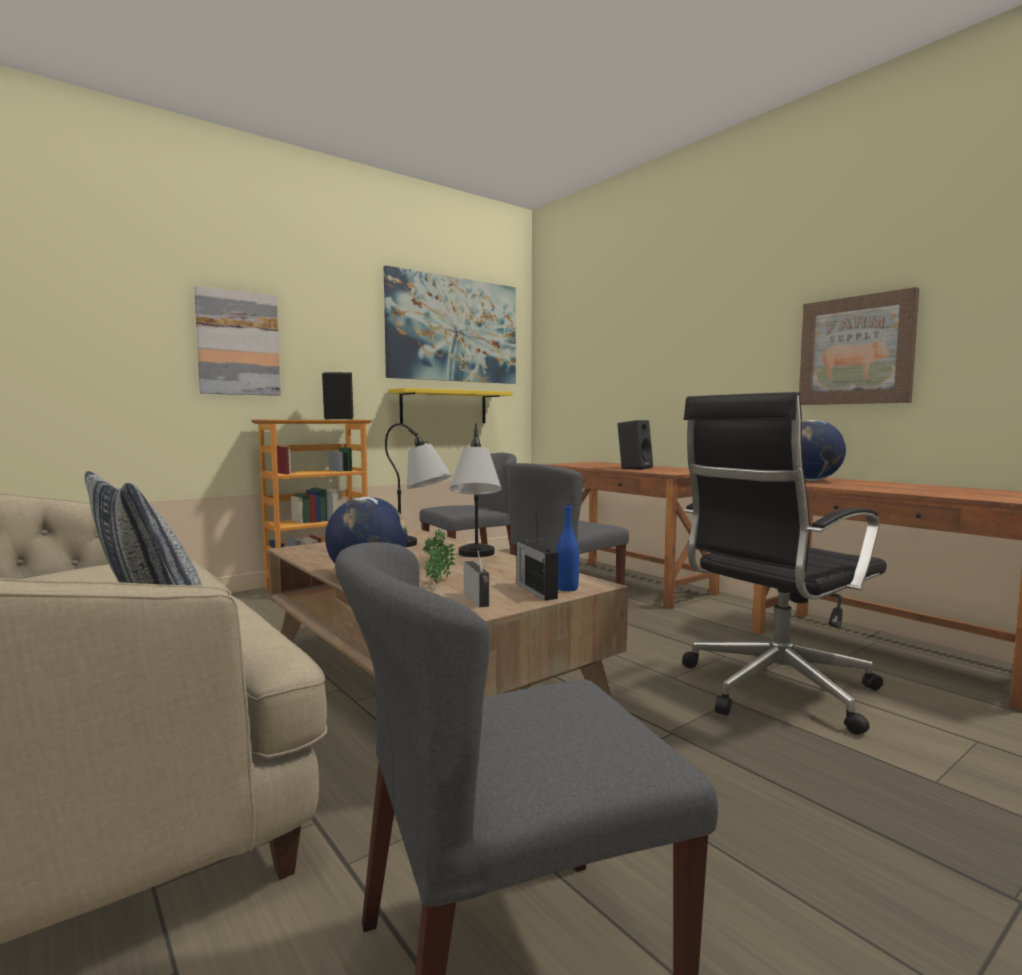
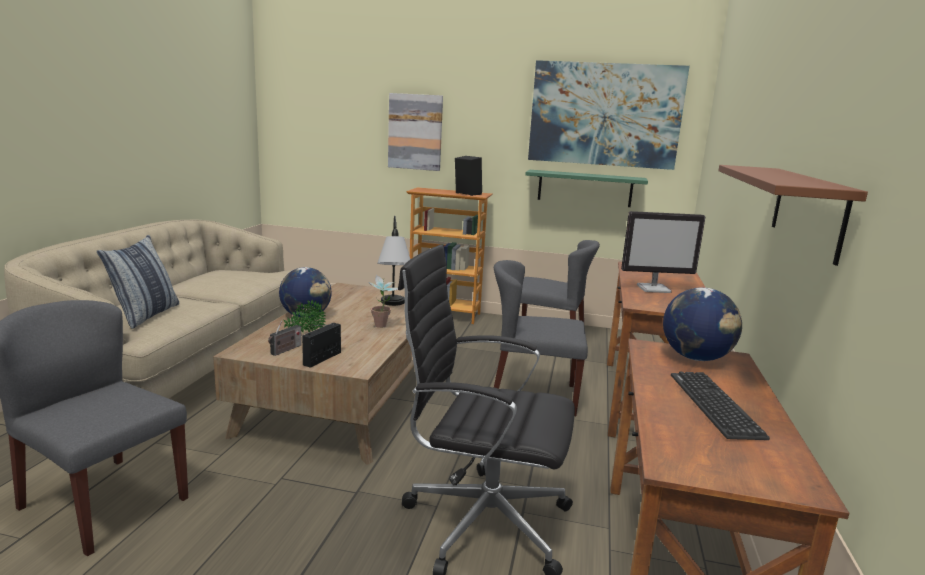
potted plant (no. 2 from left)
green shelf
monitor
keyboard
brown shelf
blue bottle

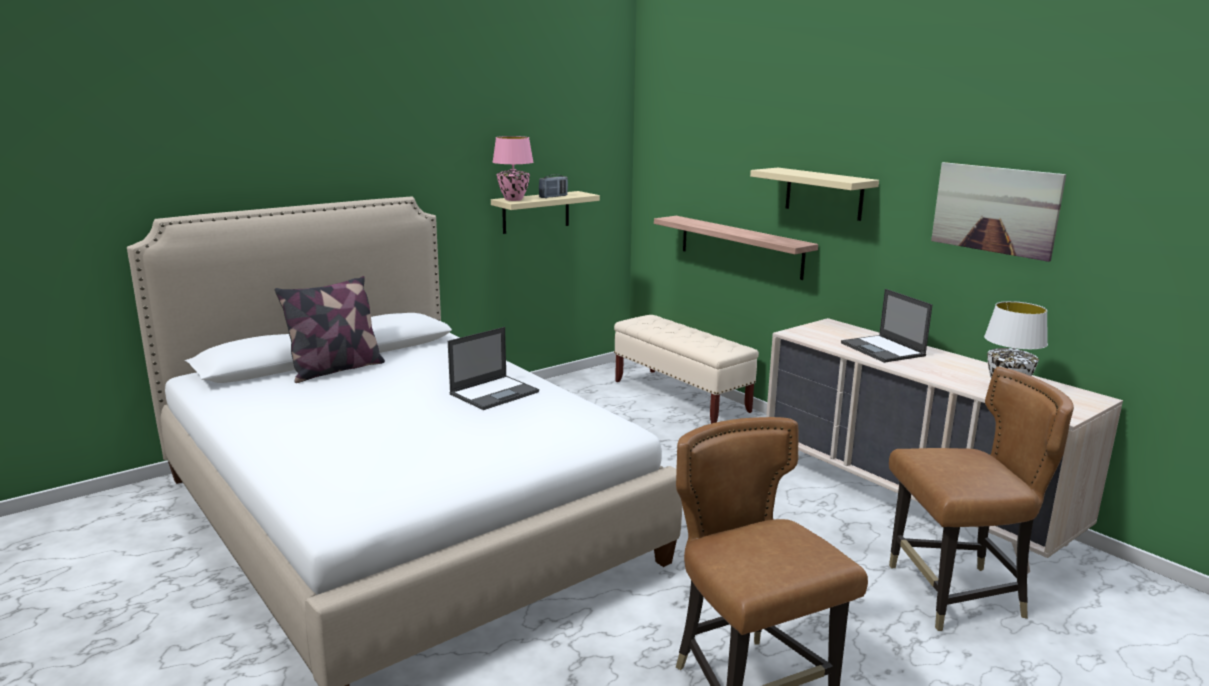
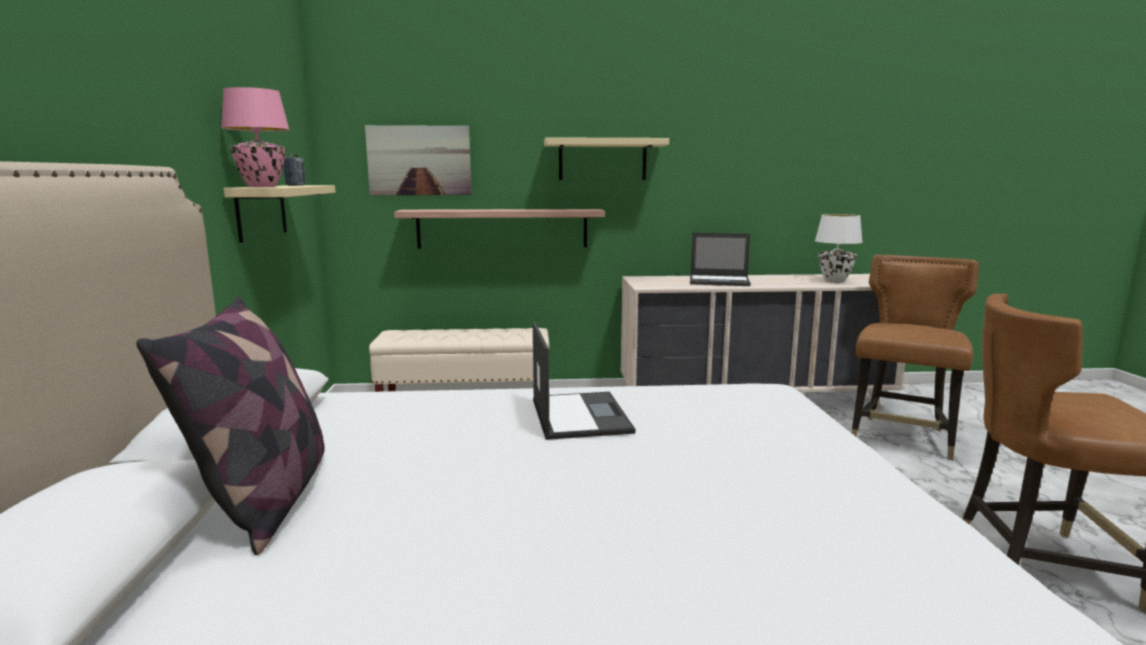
picture

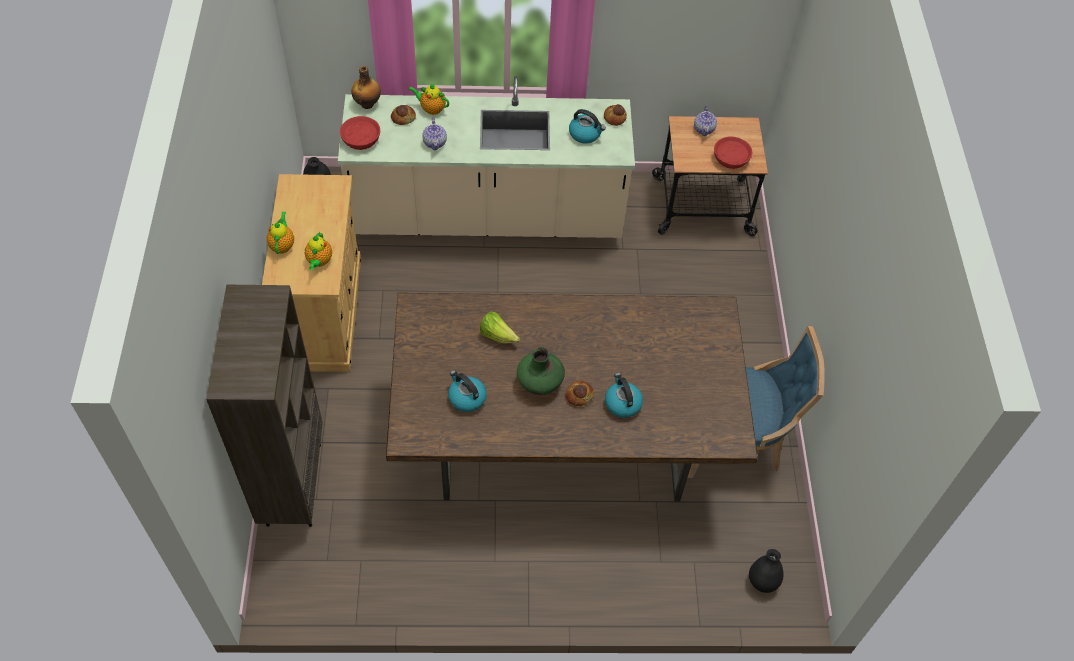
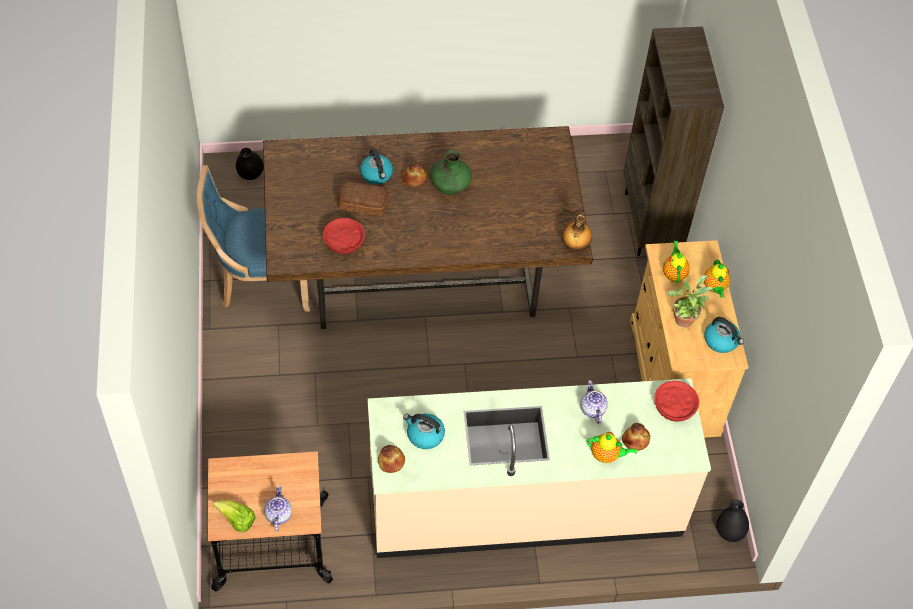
lettuce
red bowl (no. 1 from left)
bread (no. 1 from left)
bottle
potted plant
kettle (no. 3 from left)

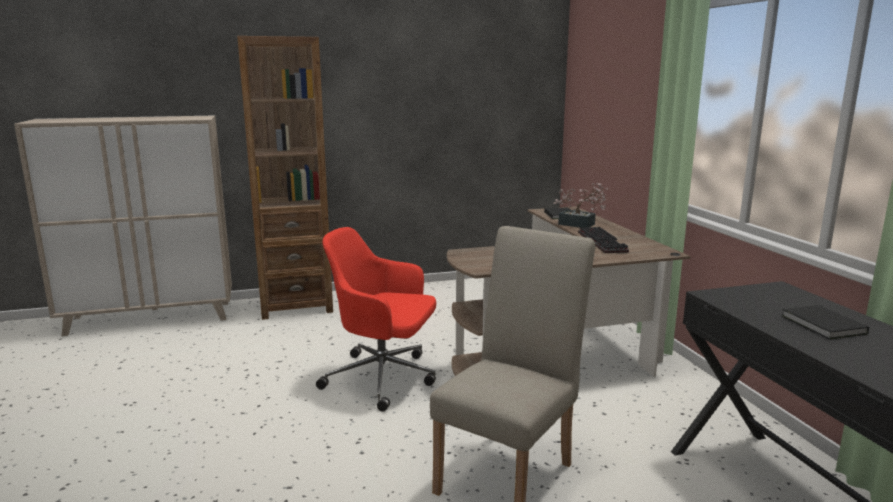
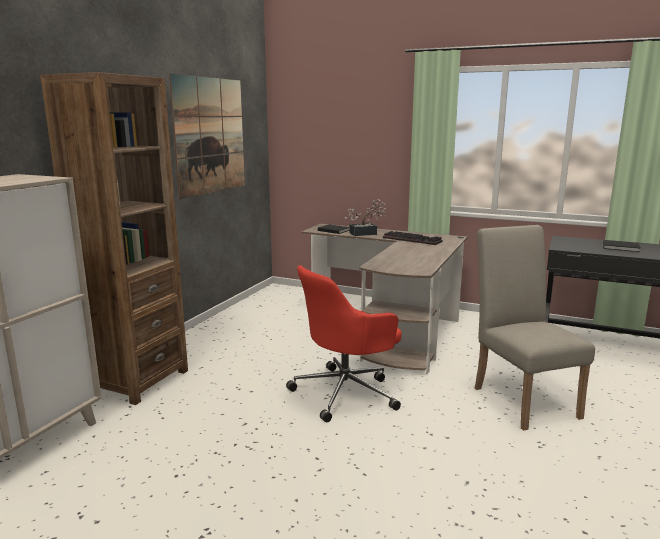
picture

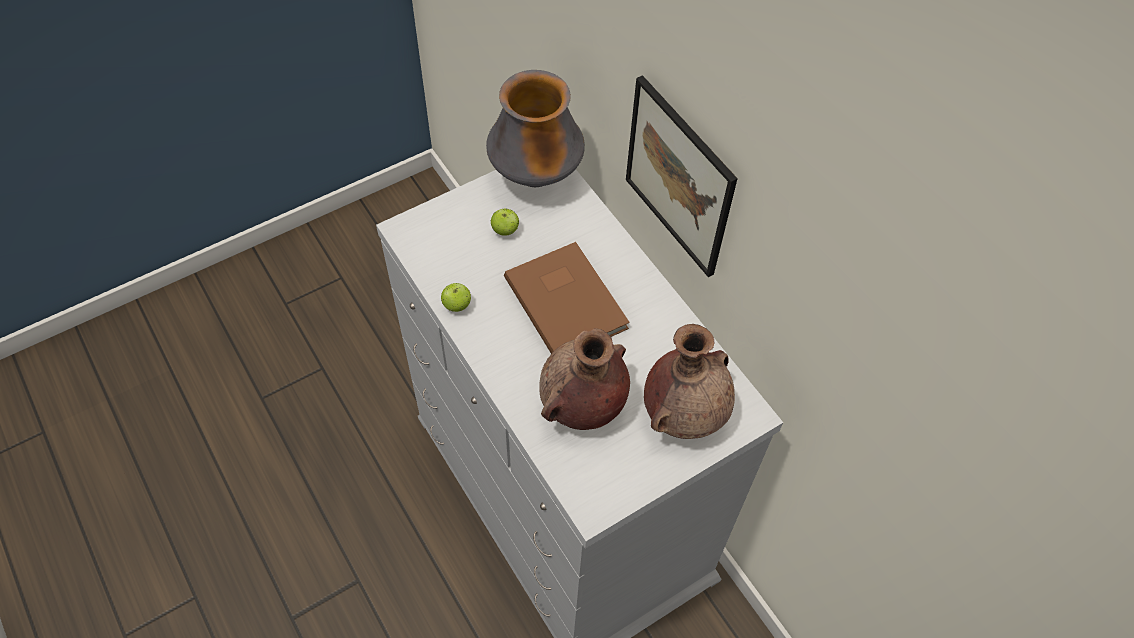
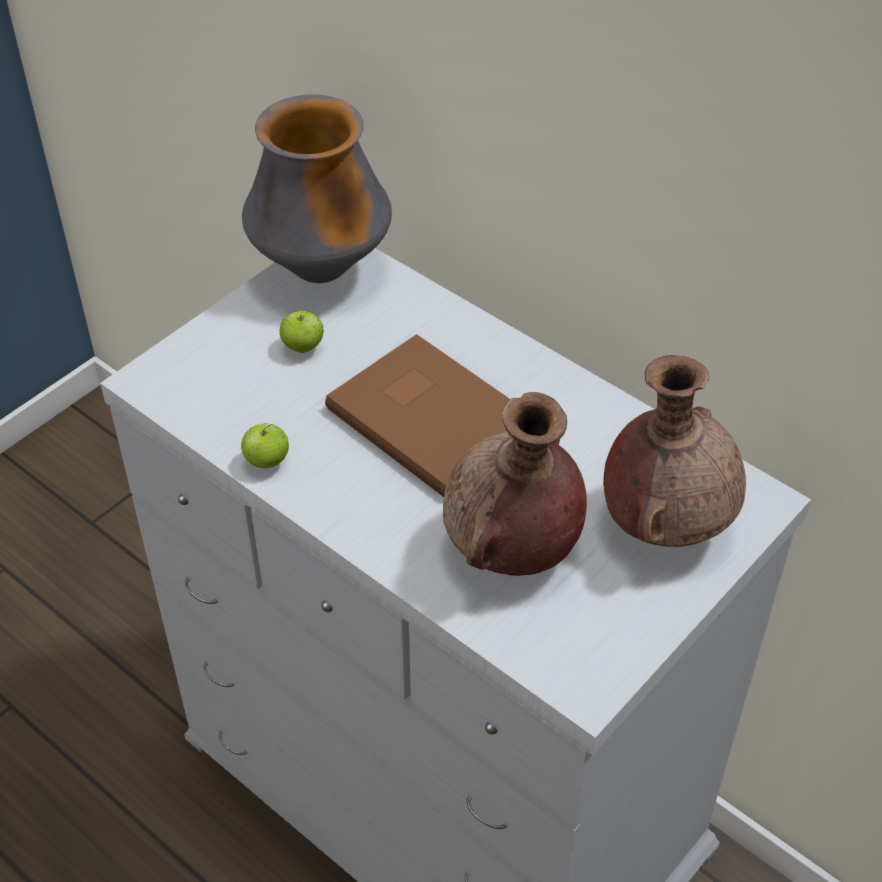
picture

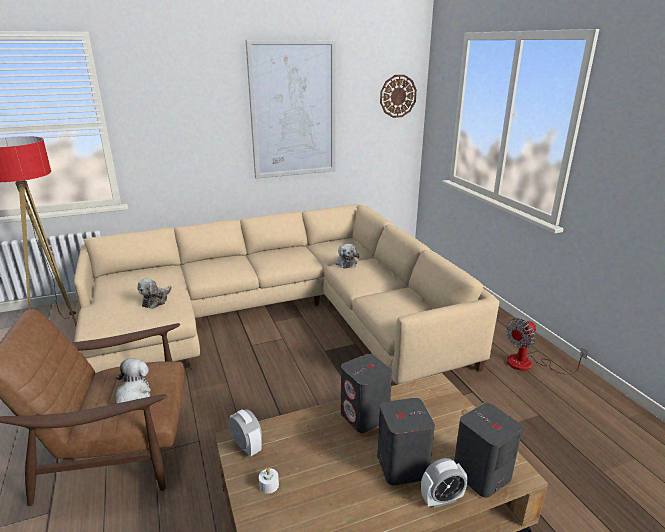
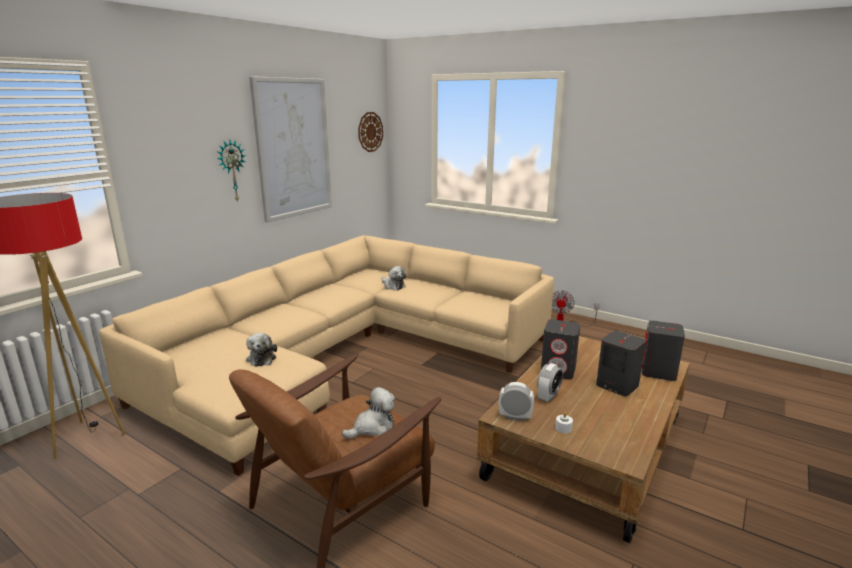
wall clock (no. 1 from left)
plush toy (no. 2 from left)
alarm clock (no. 2 from left)

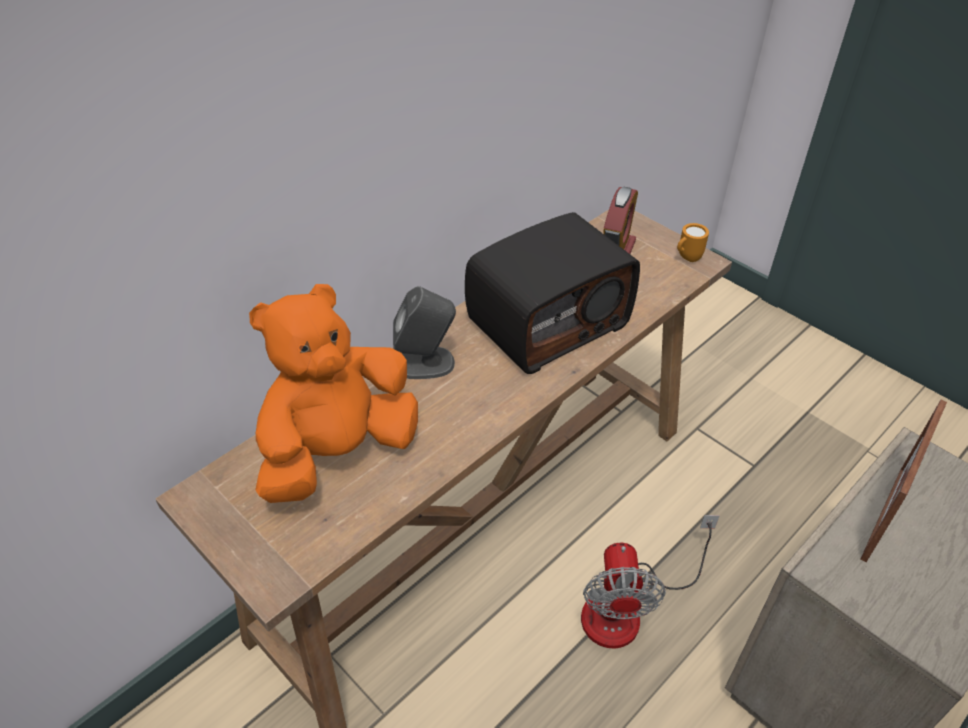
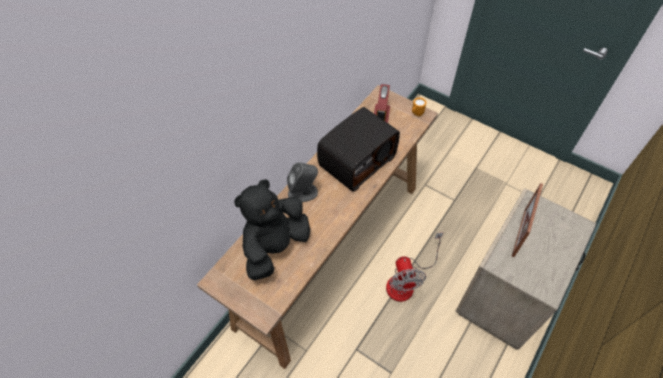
black plush toy

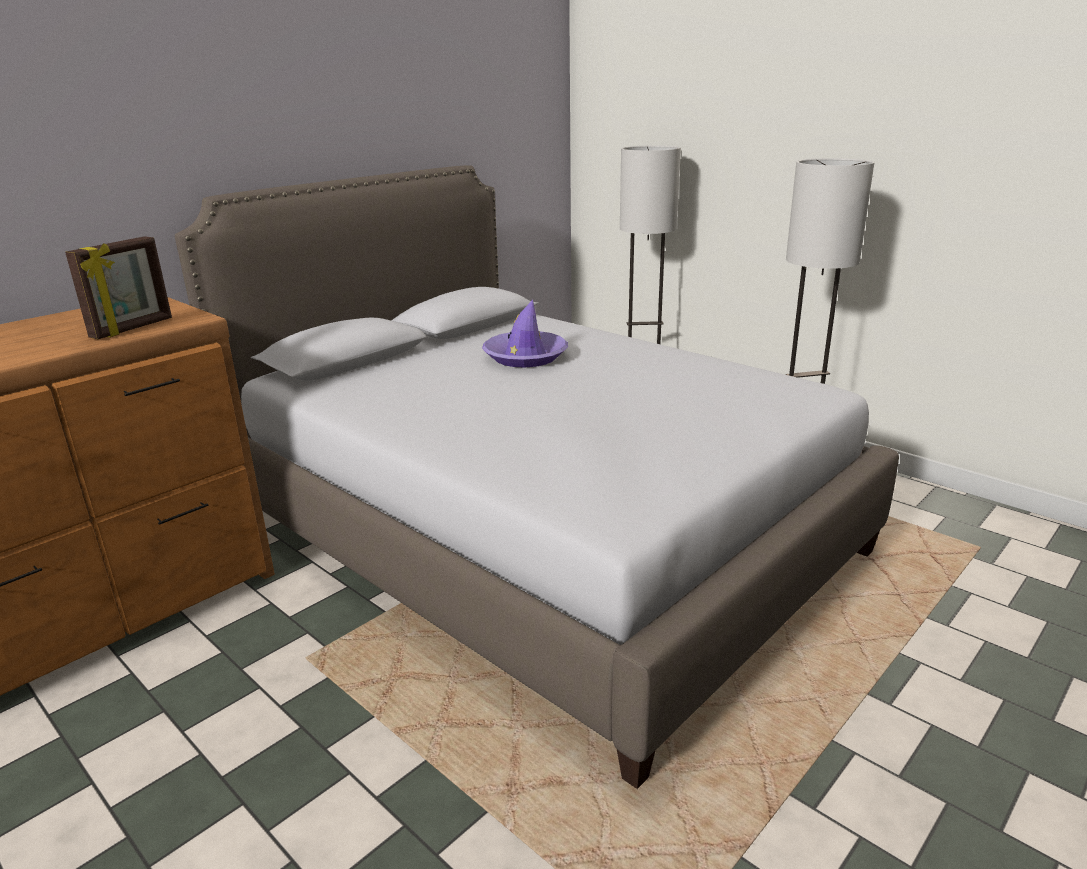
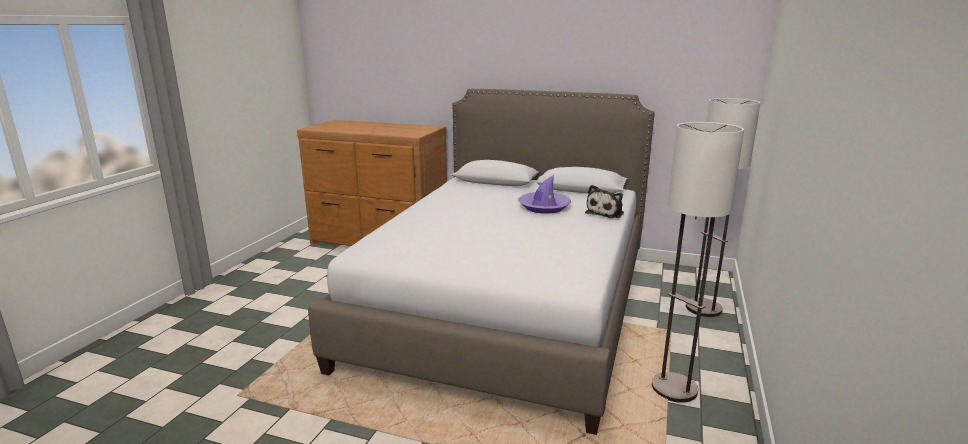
plush toy
picture frame

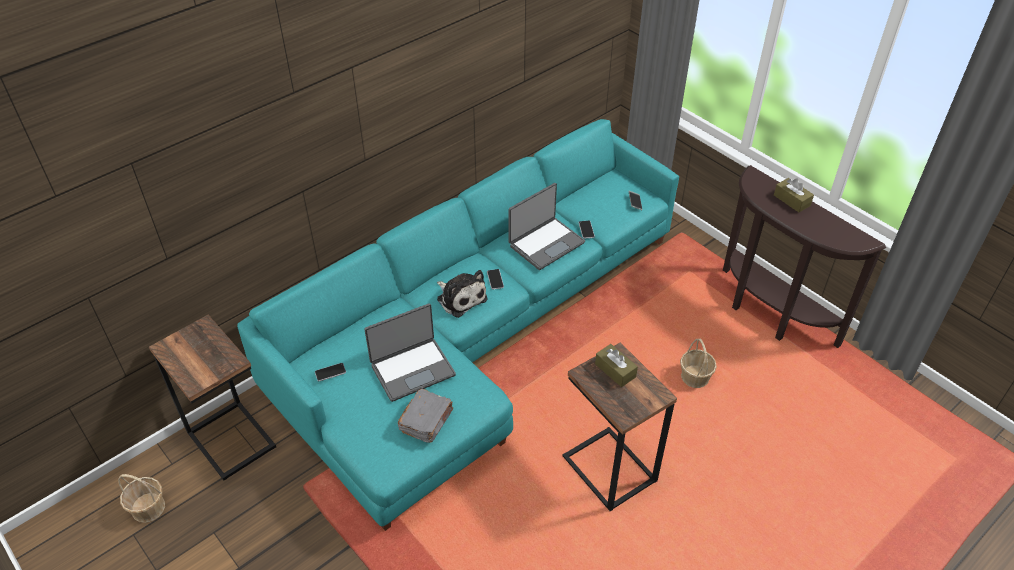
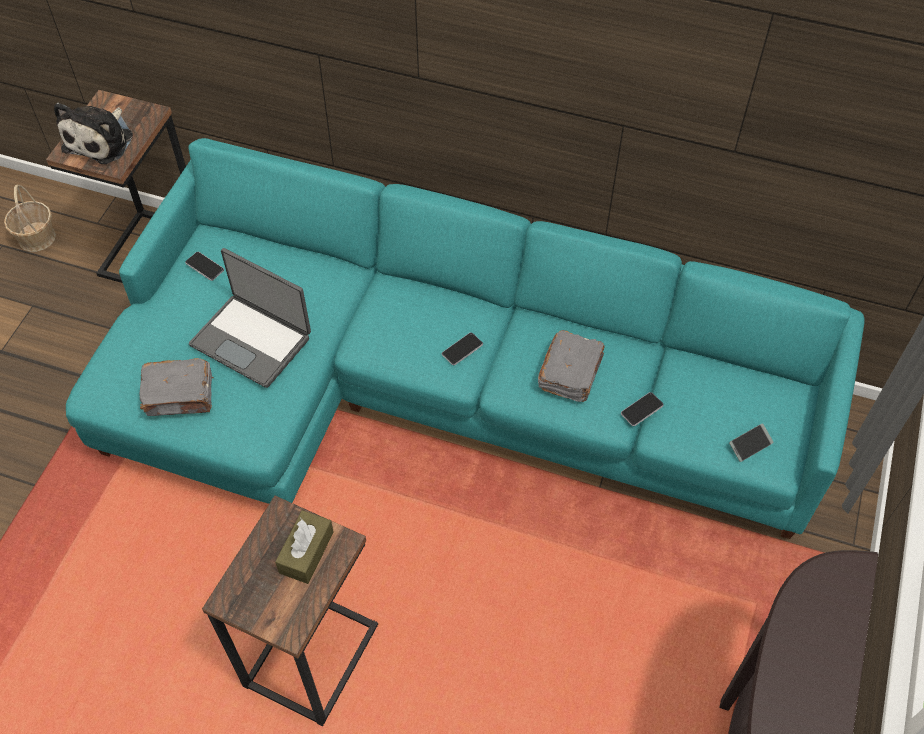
plush toy
grey book (no. 2 from left)
basket (no. 2 from left in the first image)
brown tissue box (no. 2 from left in the first image)

